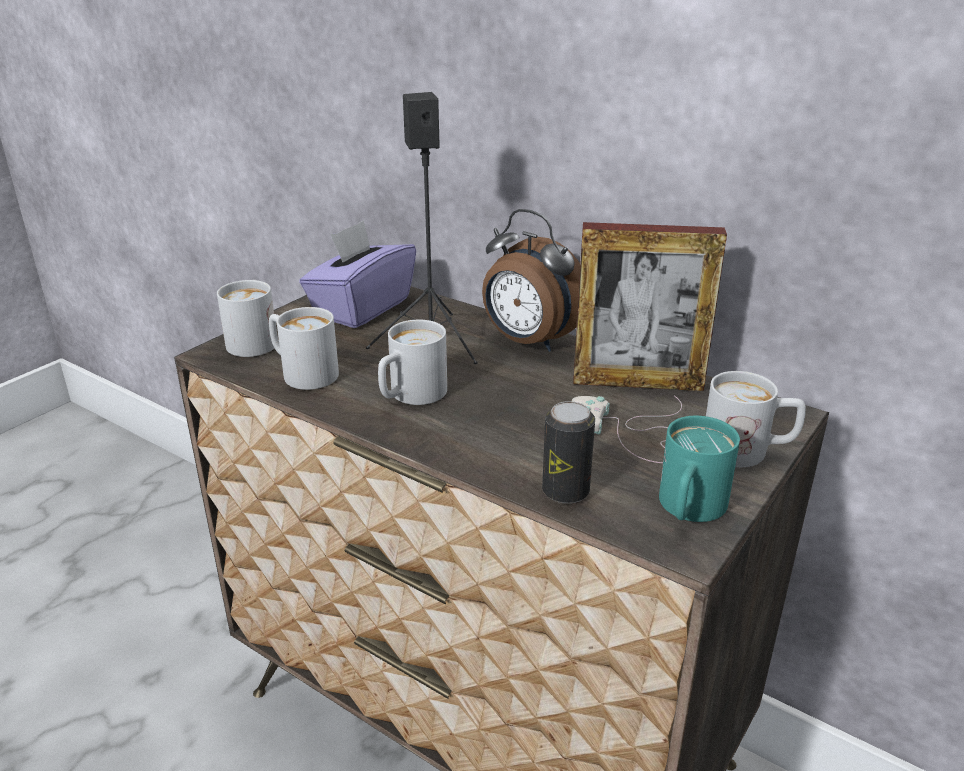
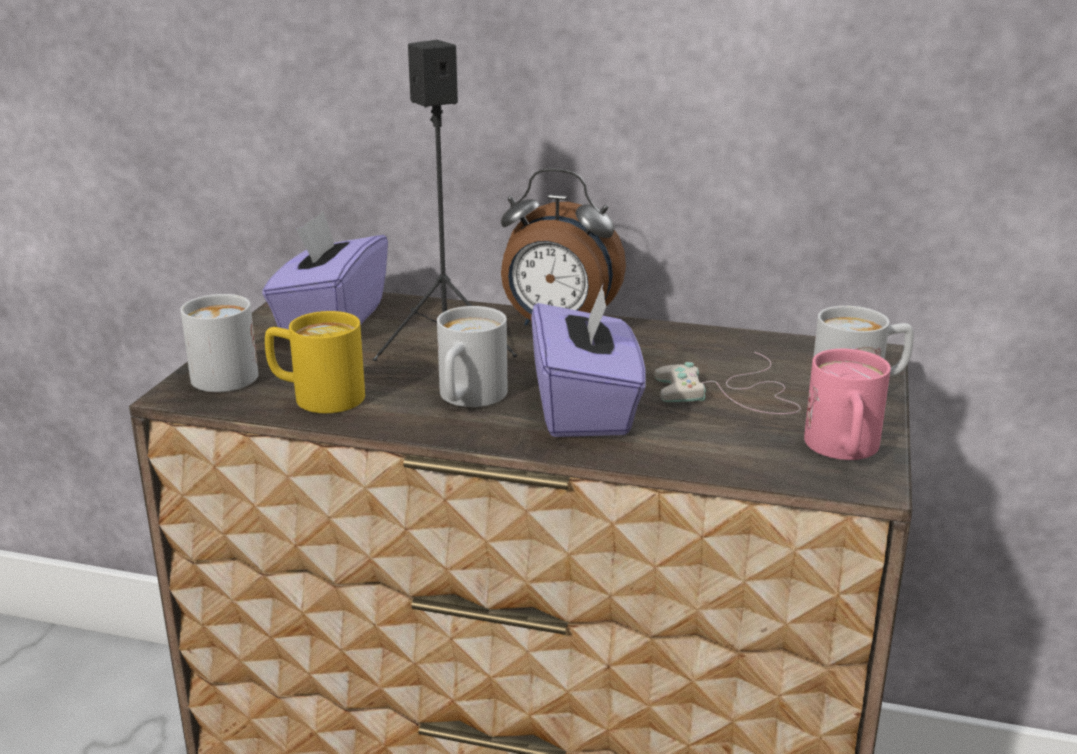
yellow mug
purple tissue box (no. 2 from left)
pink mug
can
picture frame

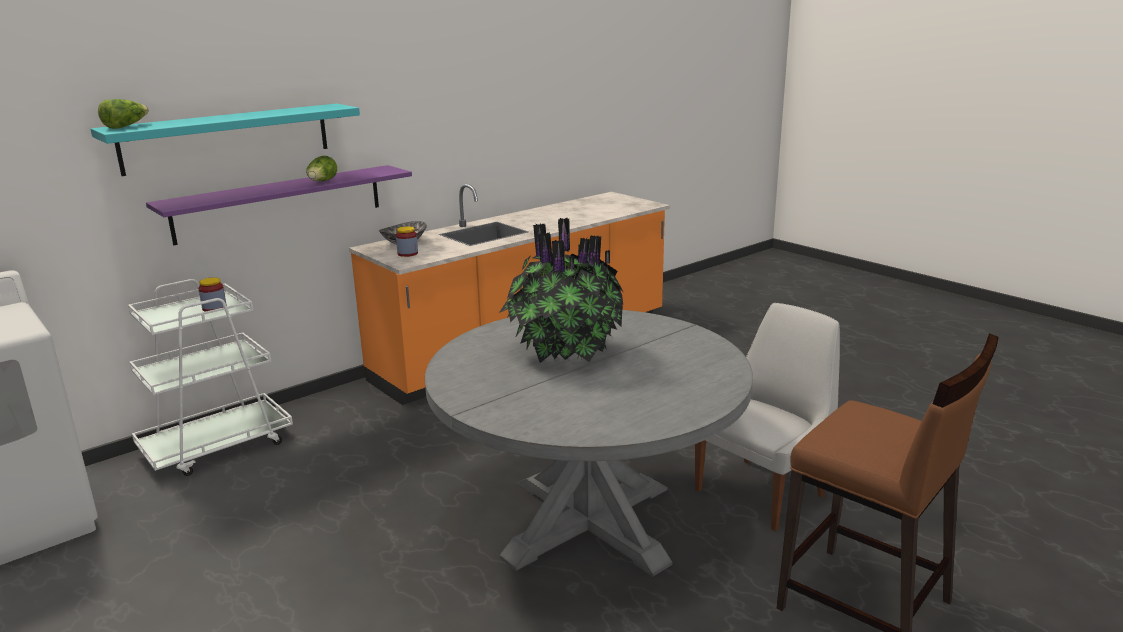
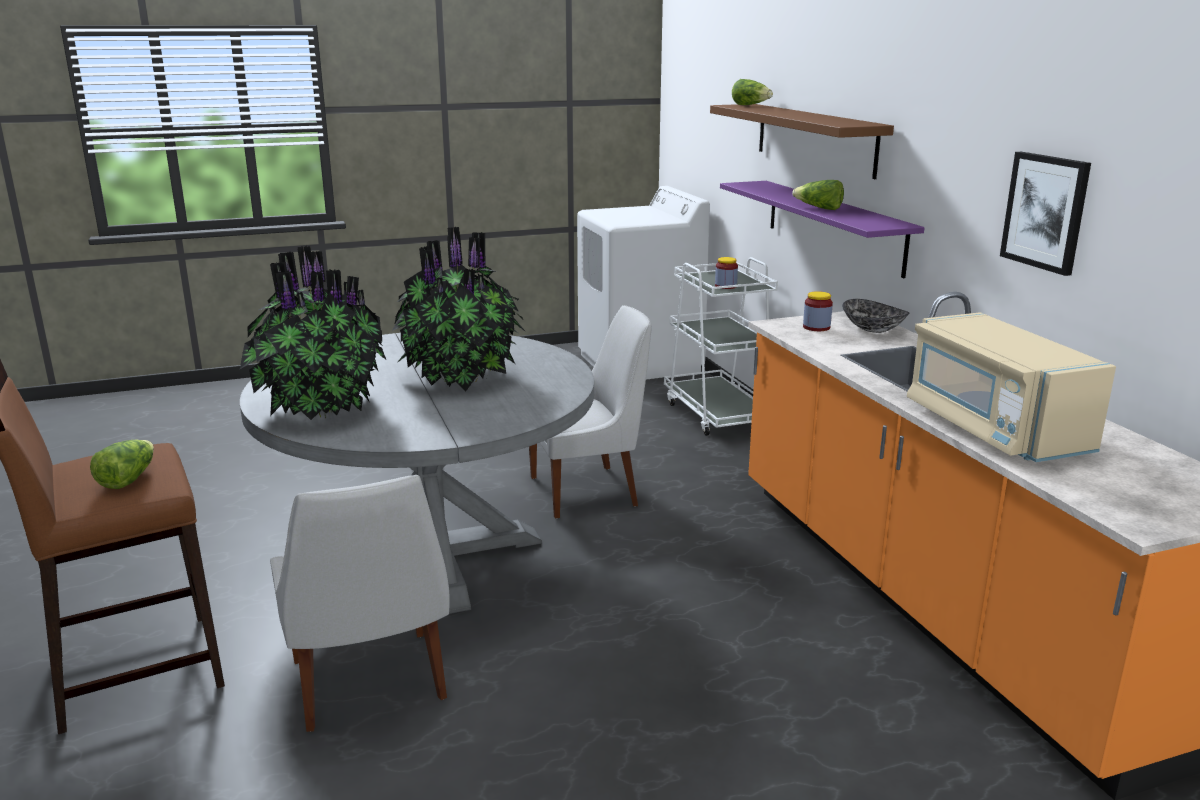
lettuce (no. 1 from left)
potted plant (no. 1 from left)
white chair (no. 2 from left)
brown shelf
beige microwave
picture

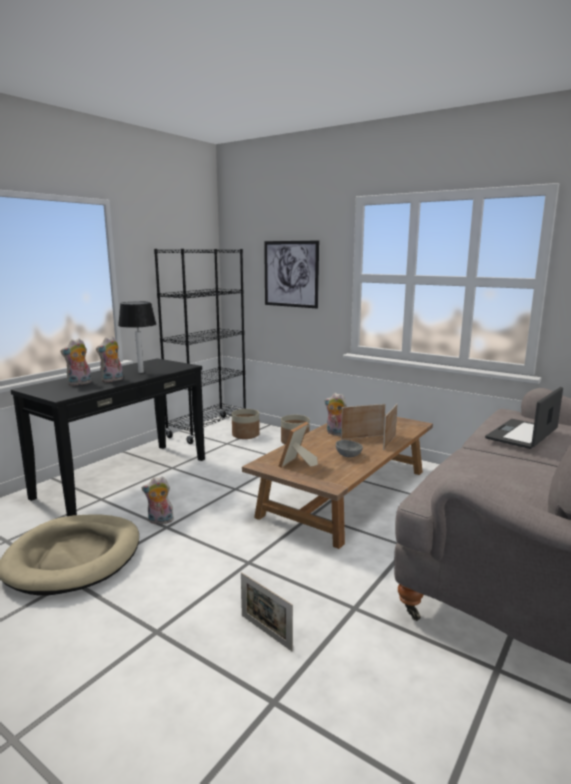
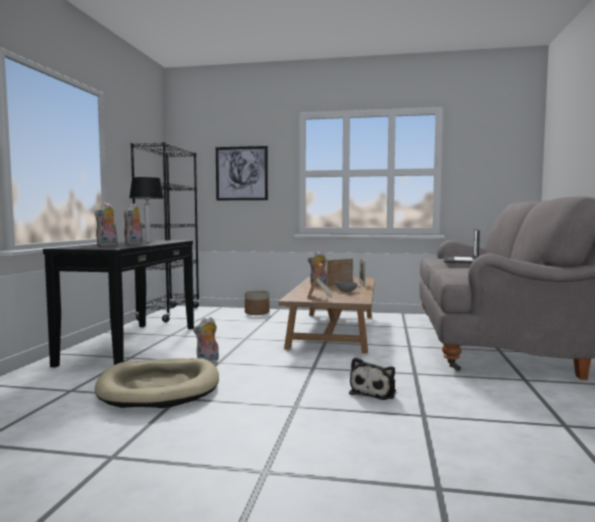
plush toy (no. 5 from left)
planter (no. 1 from left in the first image)

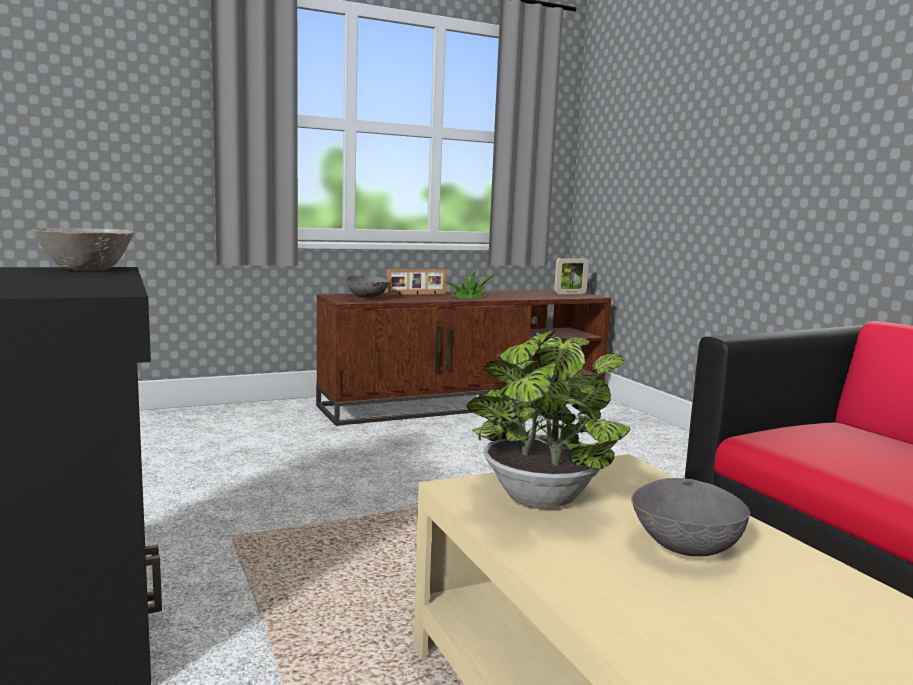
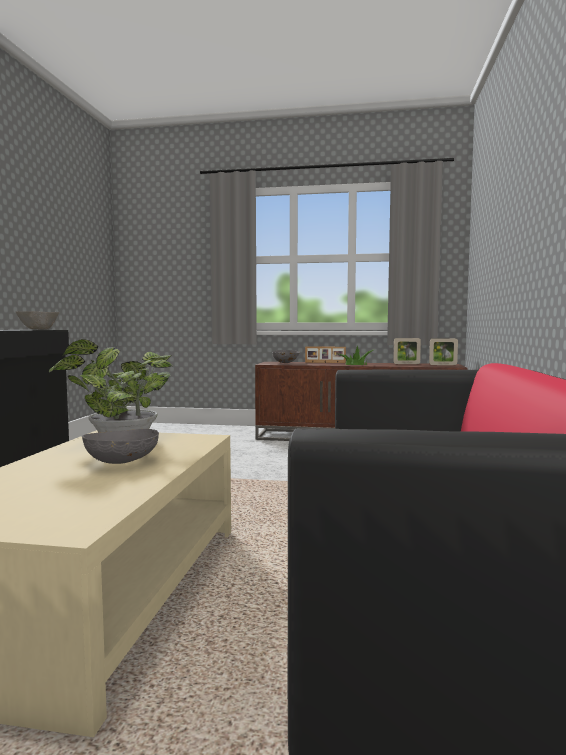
picture frame (no. 2 from left)

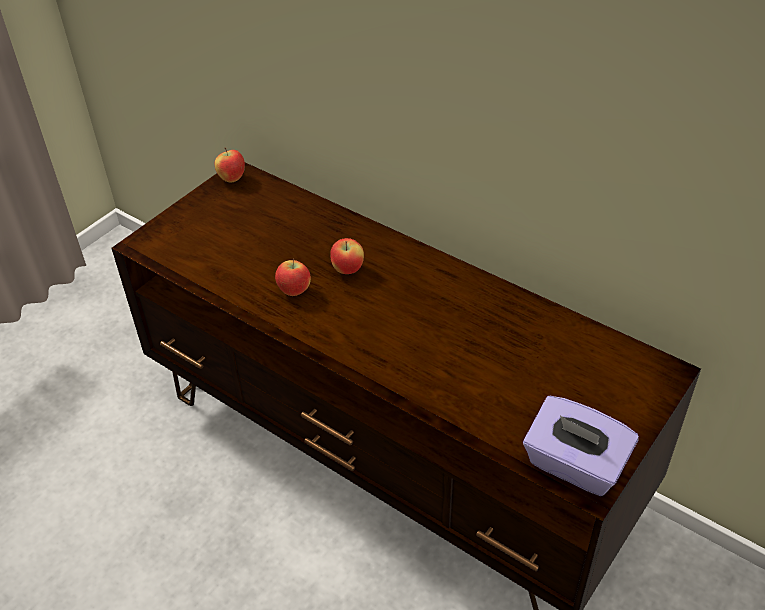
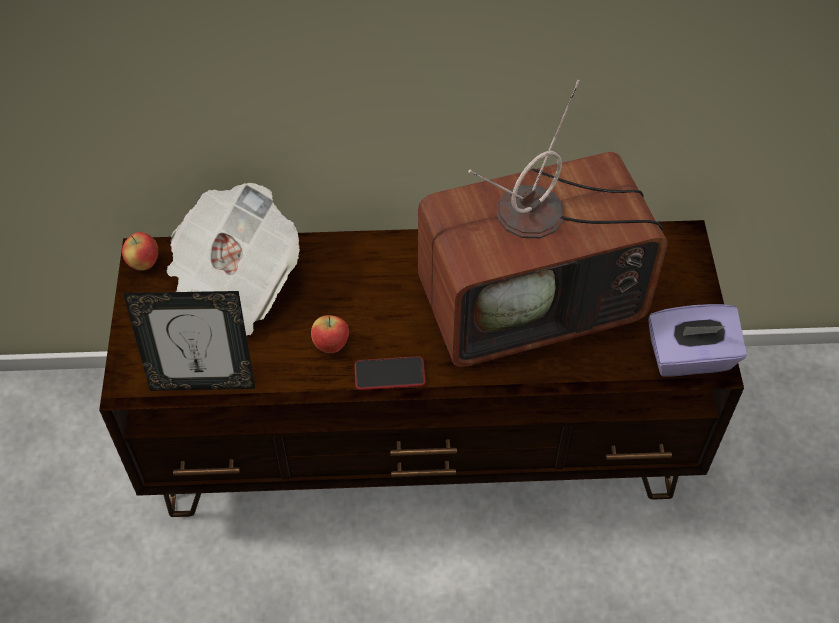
picture frame
newspaper
phone
television
apple (no. 3 from left in the first image)

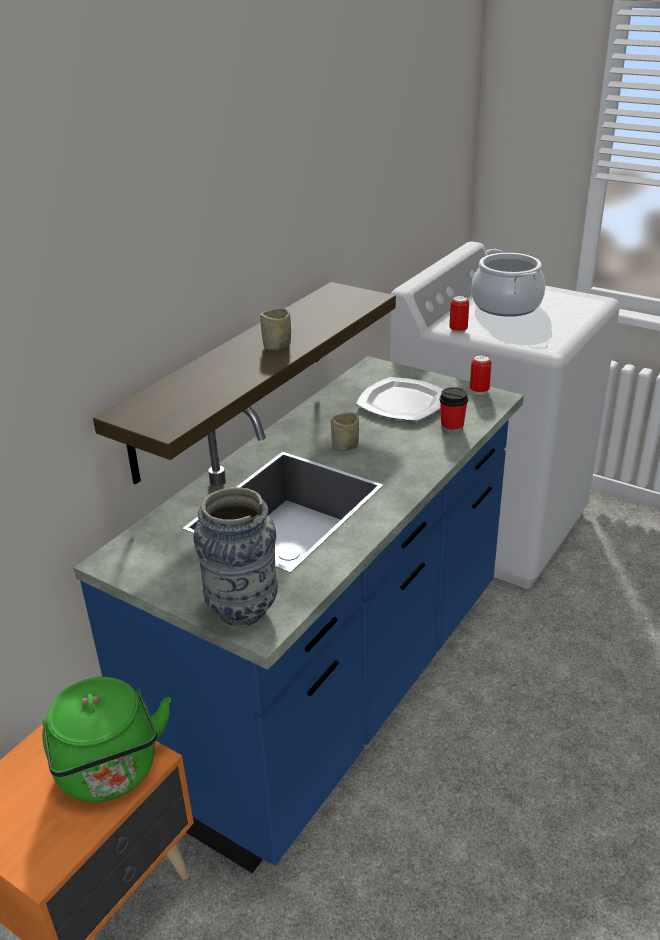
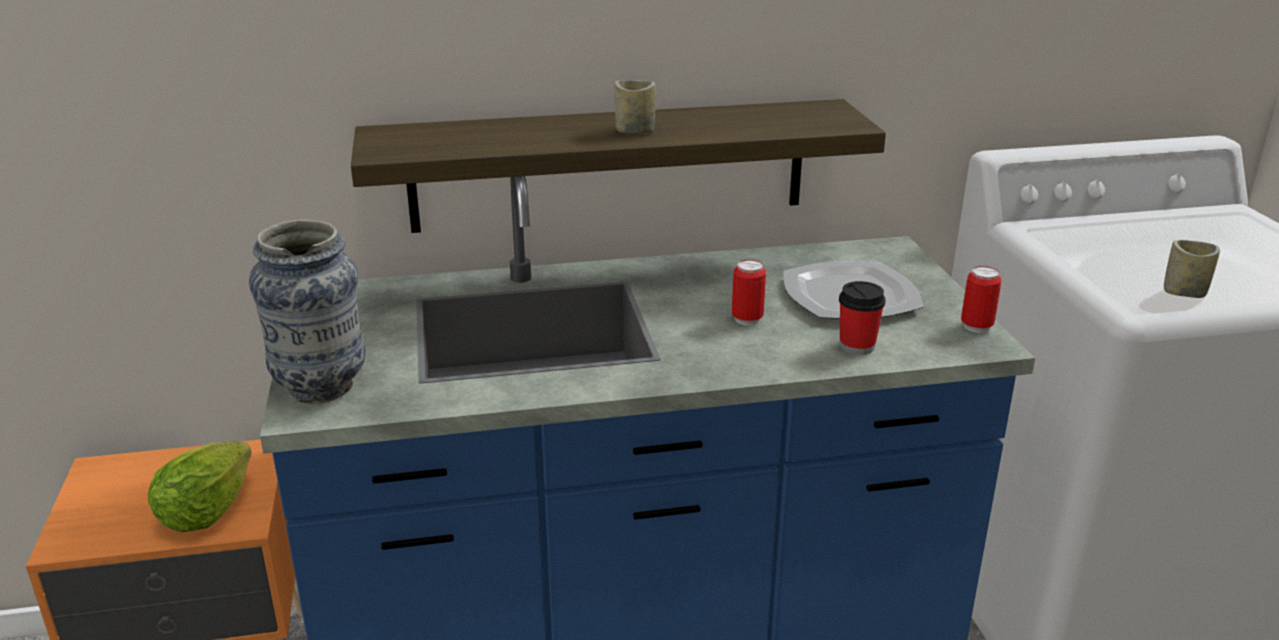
lettuce
can (no. 1 from left)
cup (no. 3 from left)
cooking pot

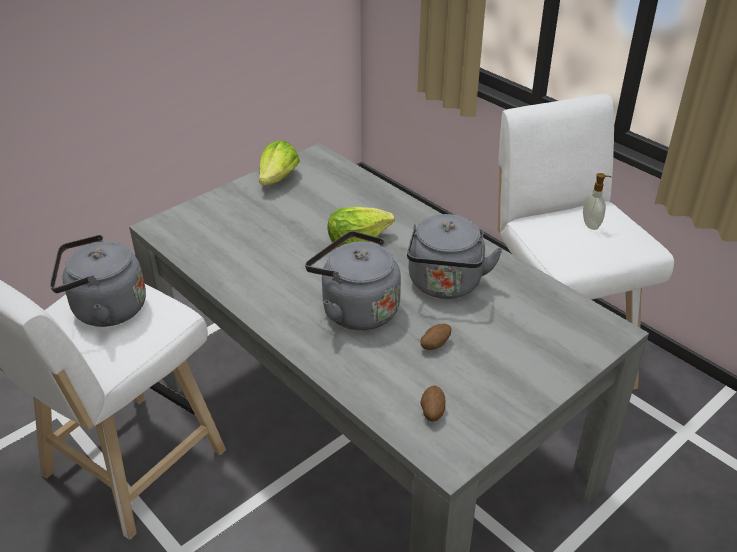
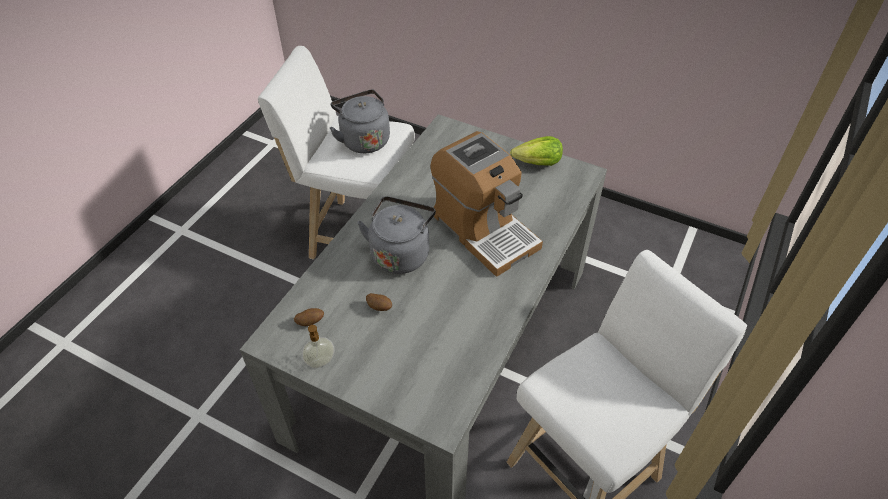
soap dispenser
coffee machine
grey kettle (no. 3 from left in the first image)

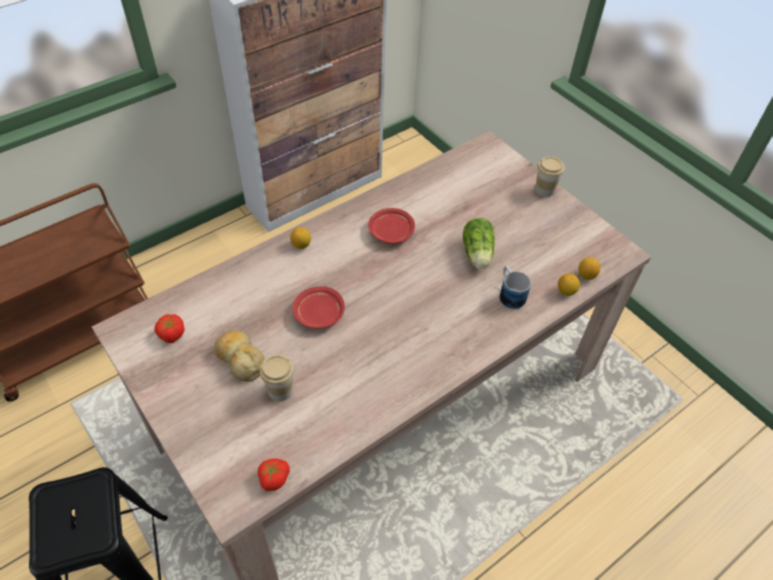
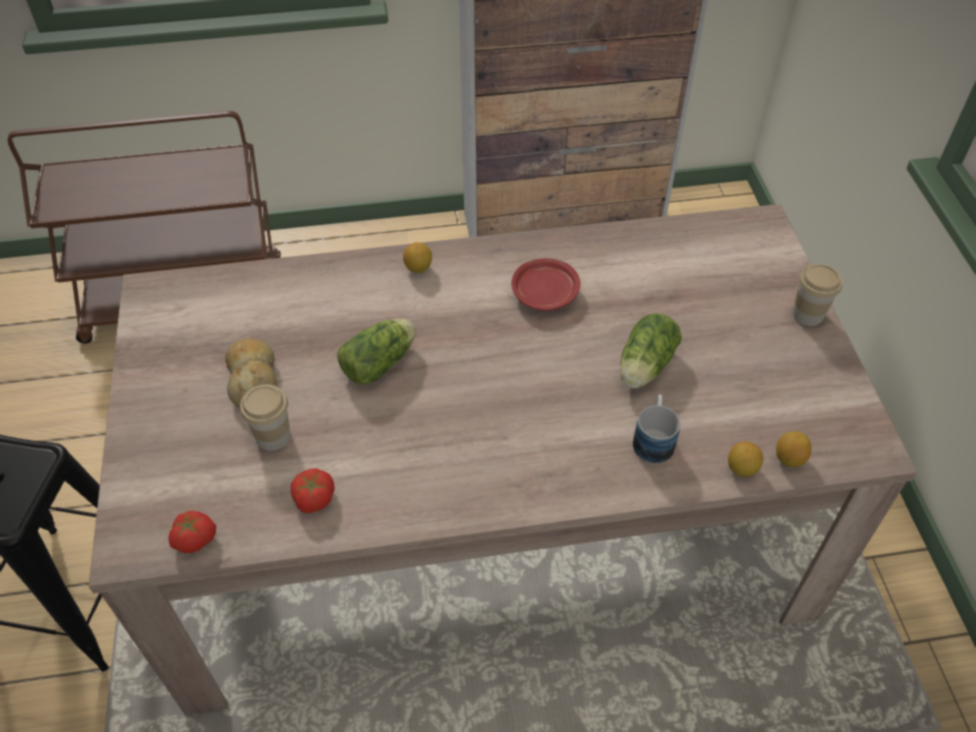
tomato (no. 2 from left)
lettuce (no. 1 from left)

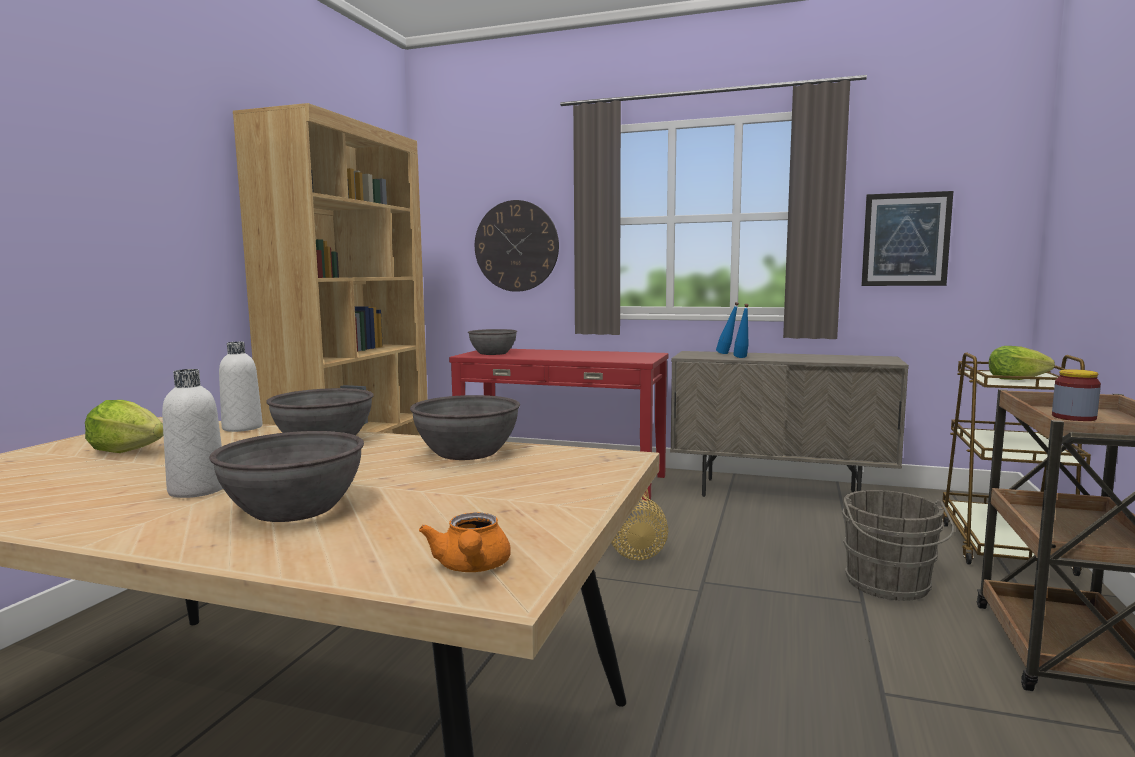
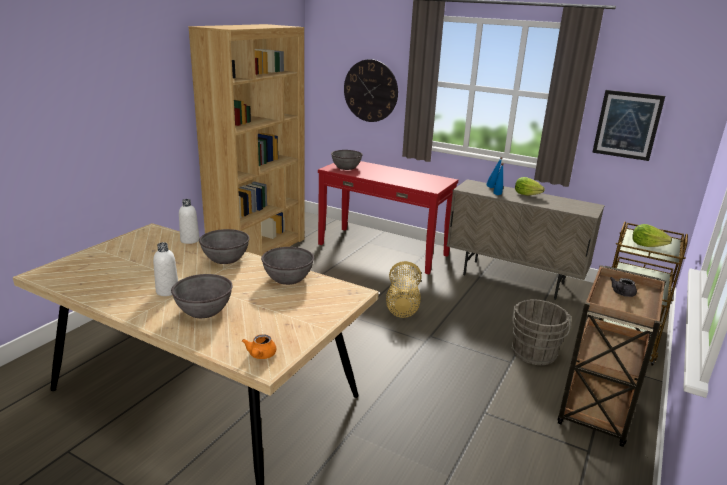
lettuce (no. 1 from left)
grey teapot

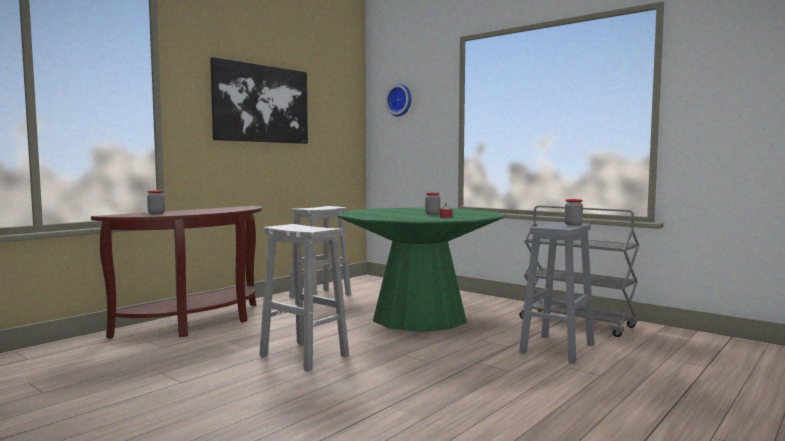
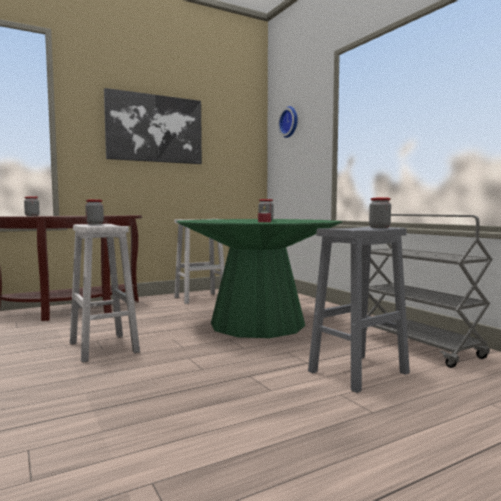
jar (no. 2 from left)

